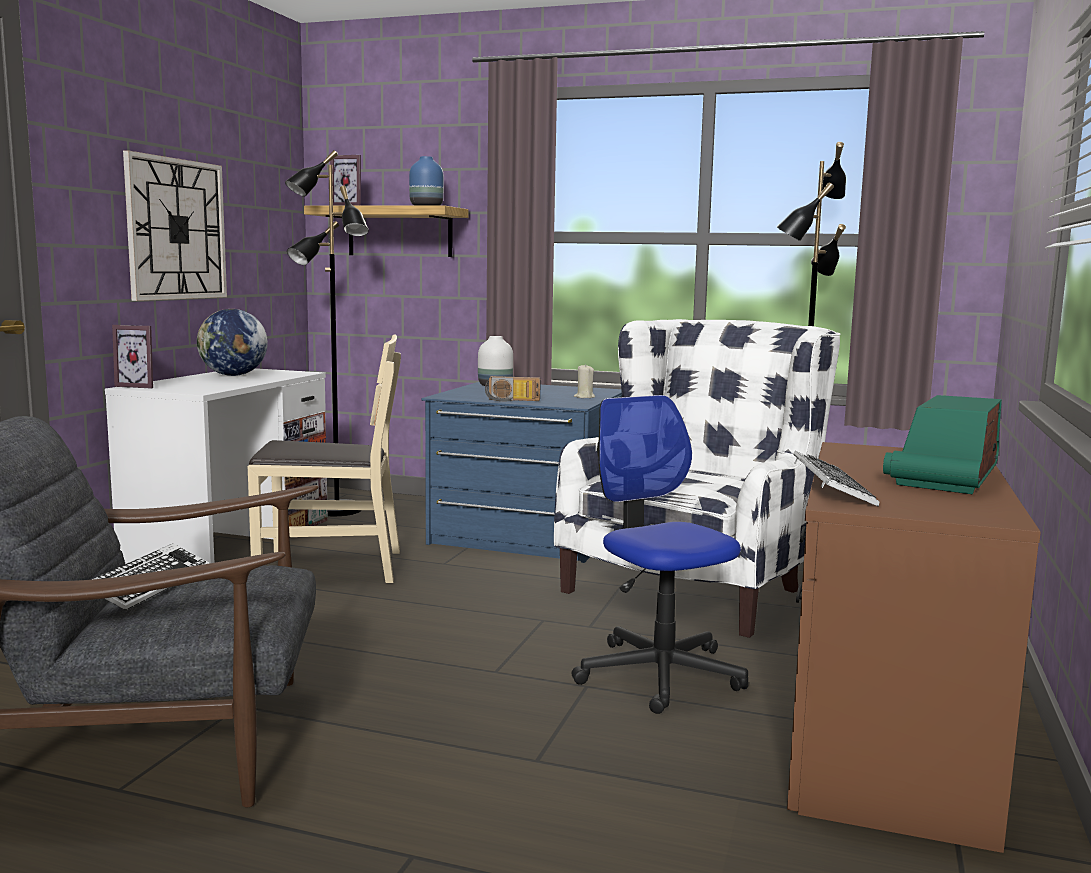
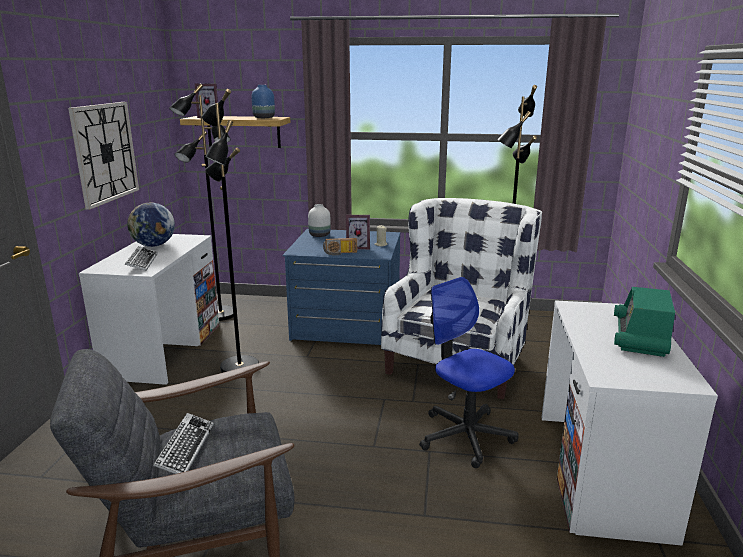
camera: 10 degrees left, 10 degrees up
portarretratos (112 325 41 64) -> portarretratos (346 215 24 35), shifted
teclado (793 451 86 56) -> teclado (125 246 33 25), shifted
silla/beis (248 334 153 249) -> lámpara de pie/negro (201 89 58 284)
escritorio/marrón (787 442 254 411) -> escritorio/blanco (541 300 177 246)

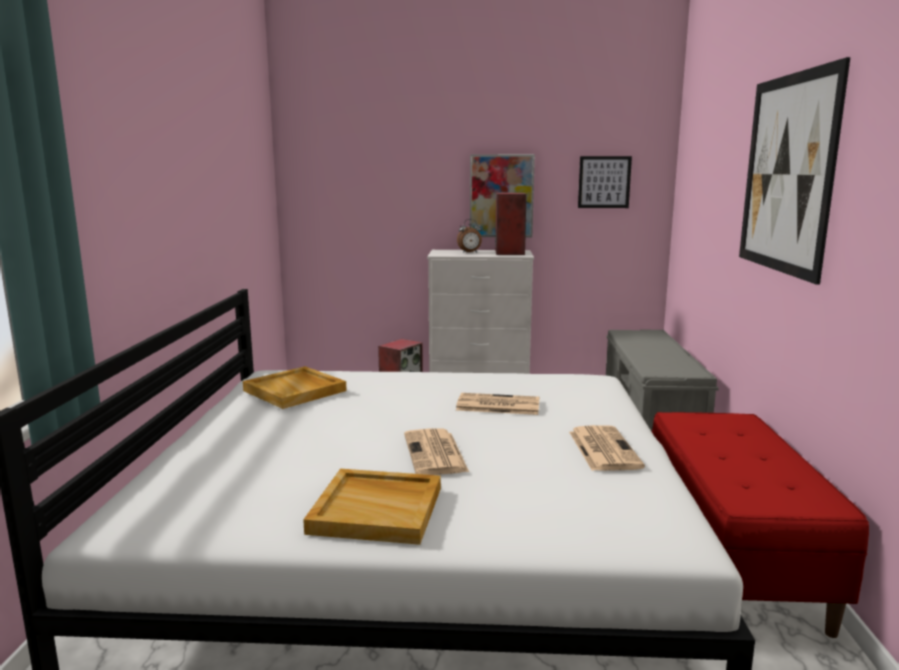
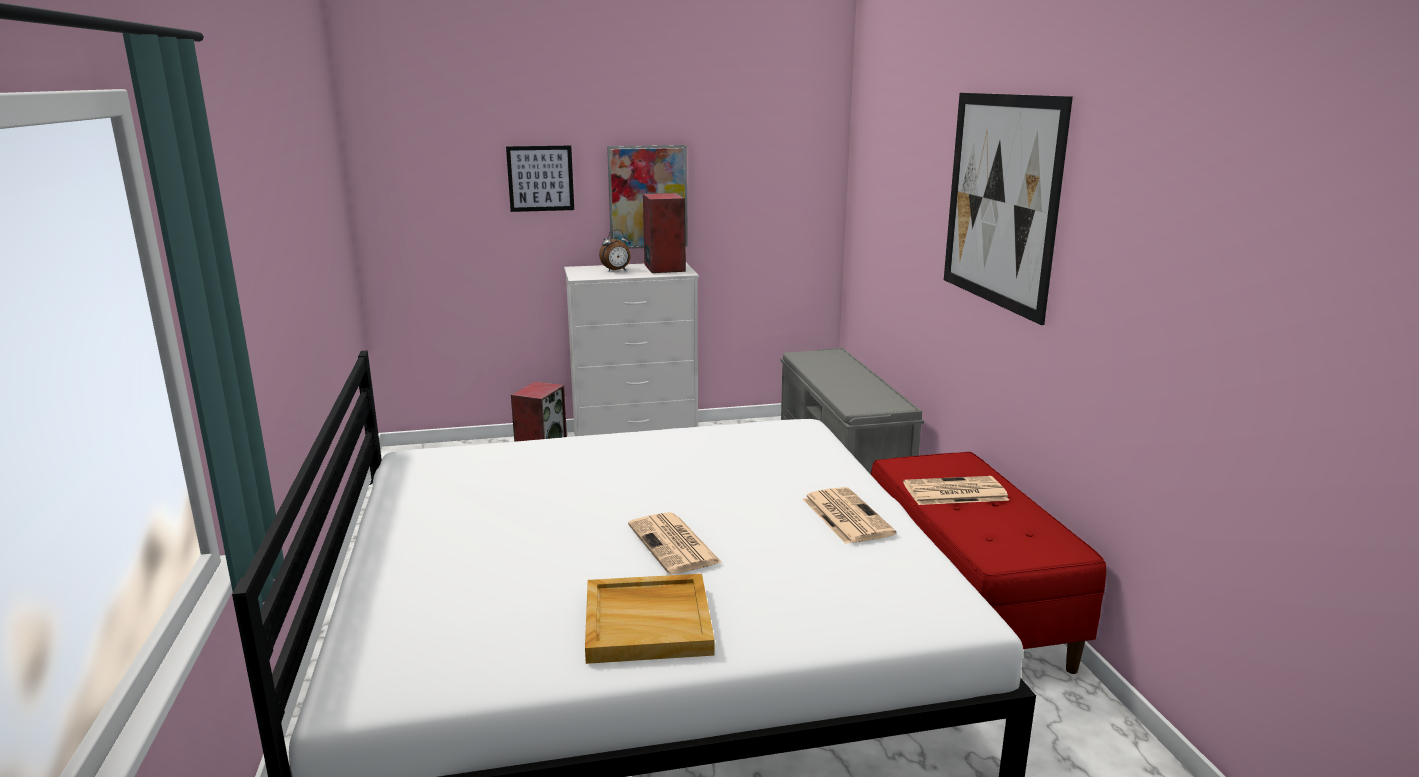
camera: 15 degrees left, 5 degrees up
bandeja/beis (243 366 104 43) -> none
periódico (456 393 83 22) -> periódico (903 476 107 29), shifted
cuadro (578 156 54 52) -> cuadro (506 146 68 66), shifted

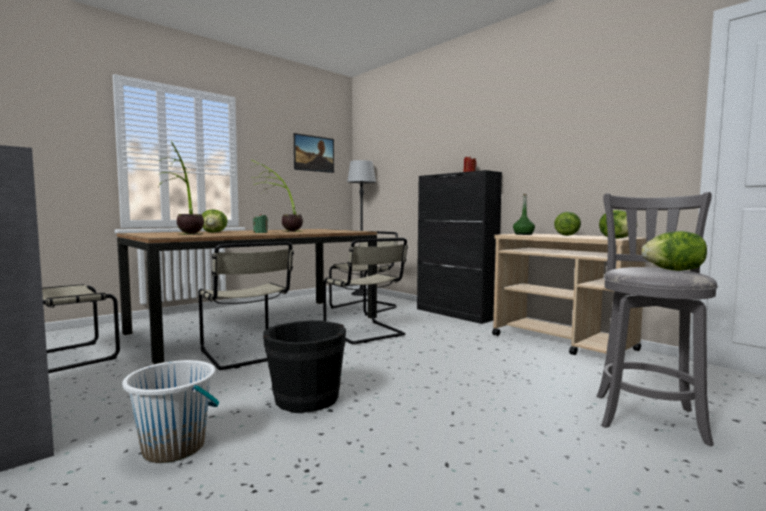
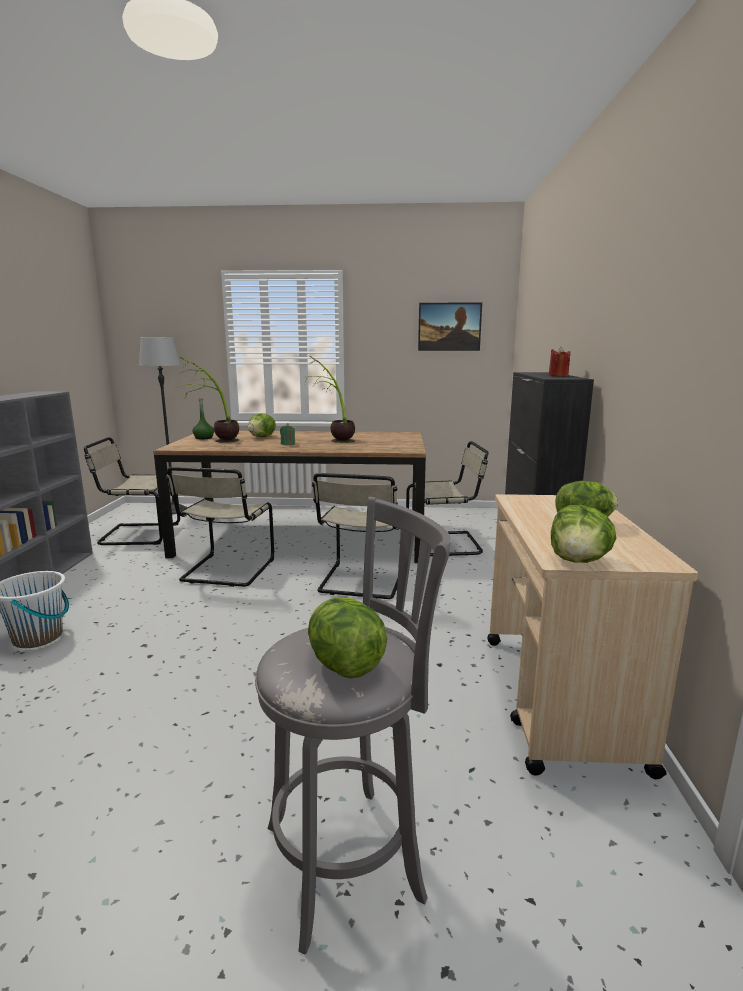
camera: 45 degrees right, 10 degrees up
cubo/negro (263 320 83 93) -> none
lámpara de pie (347 160 29 136) -> lámpara de pie (139 337 48 177), shifted
botella/verde (513 194 22 41) -> botella/verde (192 398 22 41), shifted

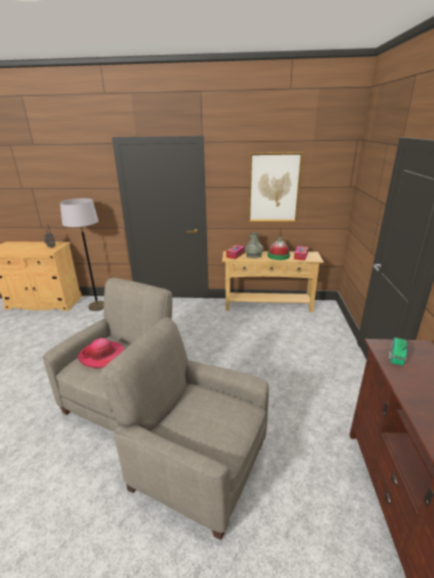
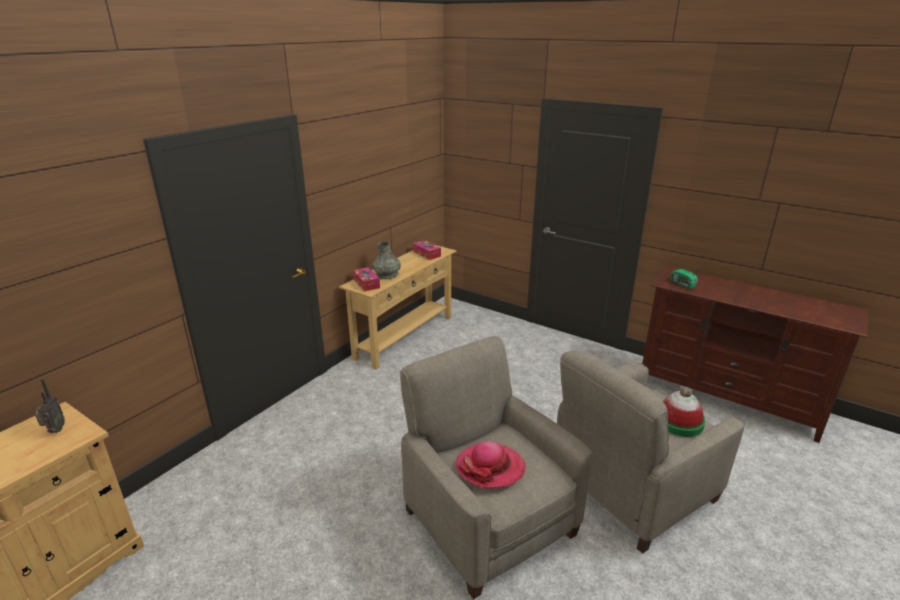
camera: 60 degrees left, 0 degrees up
lámpara de pie/gris (60 198 44 113) -> none
cuadro (248 152 55 70) -> none
sombrero (267 237 23 23) -> sombrero (663 387 42 50), shifted

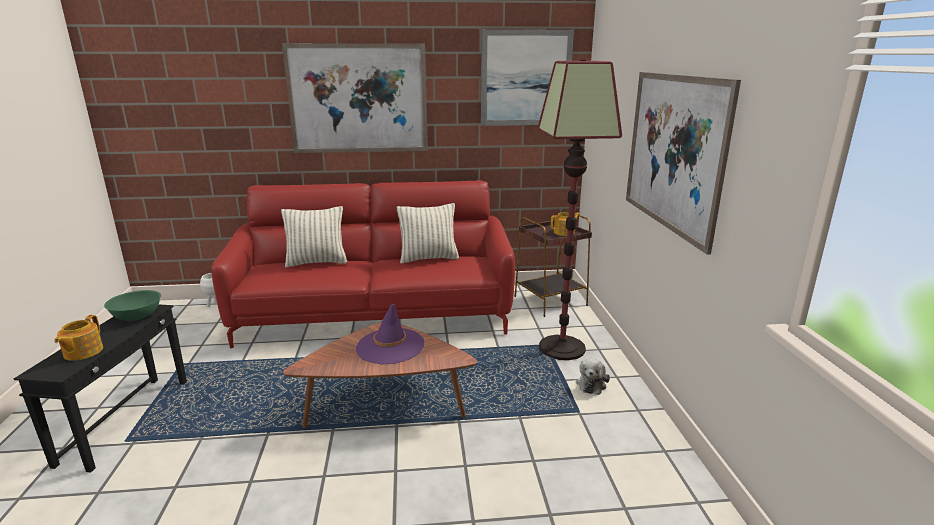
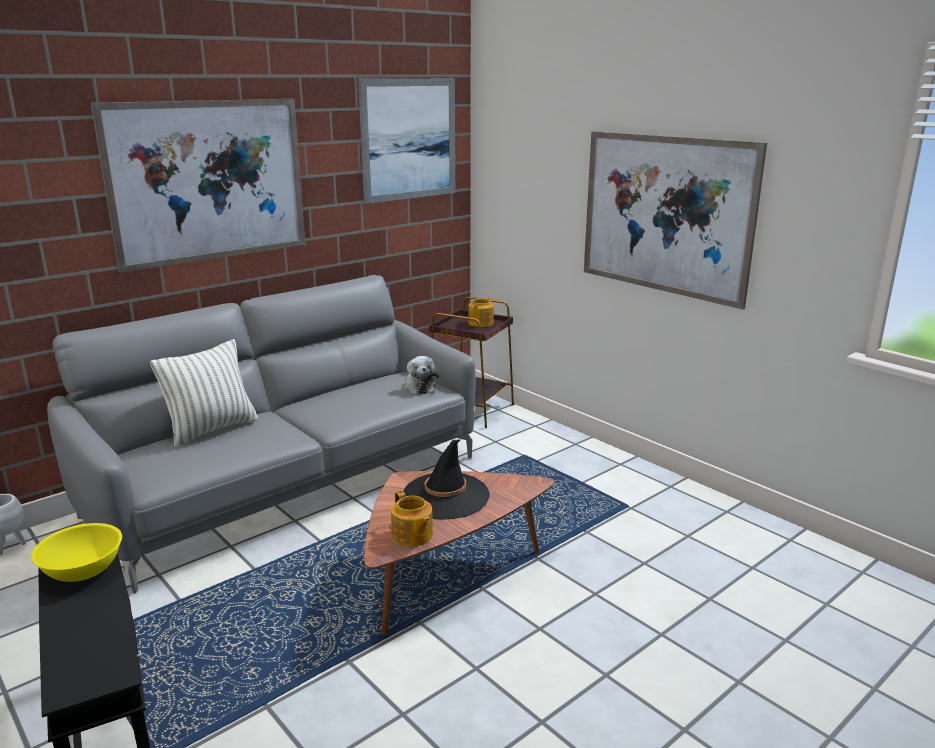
camera: 35 degrees left, 0 degrees up
cojín (397 203 62 60) -> none
lámpara de pie (538 60 84 300) -> none
tetera (54 315 49 46) -> tetera (391 490 42 57), shifted
peluche (576 359 34 36) -> peluche (403 356 36 39), shifted
cuenco/verde (104 290 57 31) -> cuenco/amarillo (31 523 91 59)
sofá/rojo (211 180 304 168) -> sofá/gris (47 275 428 318)
sombrero/morado (356 304 68 61) -> sombrero/negro (403 439 87 81)

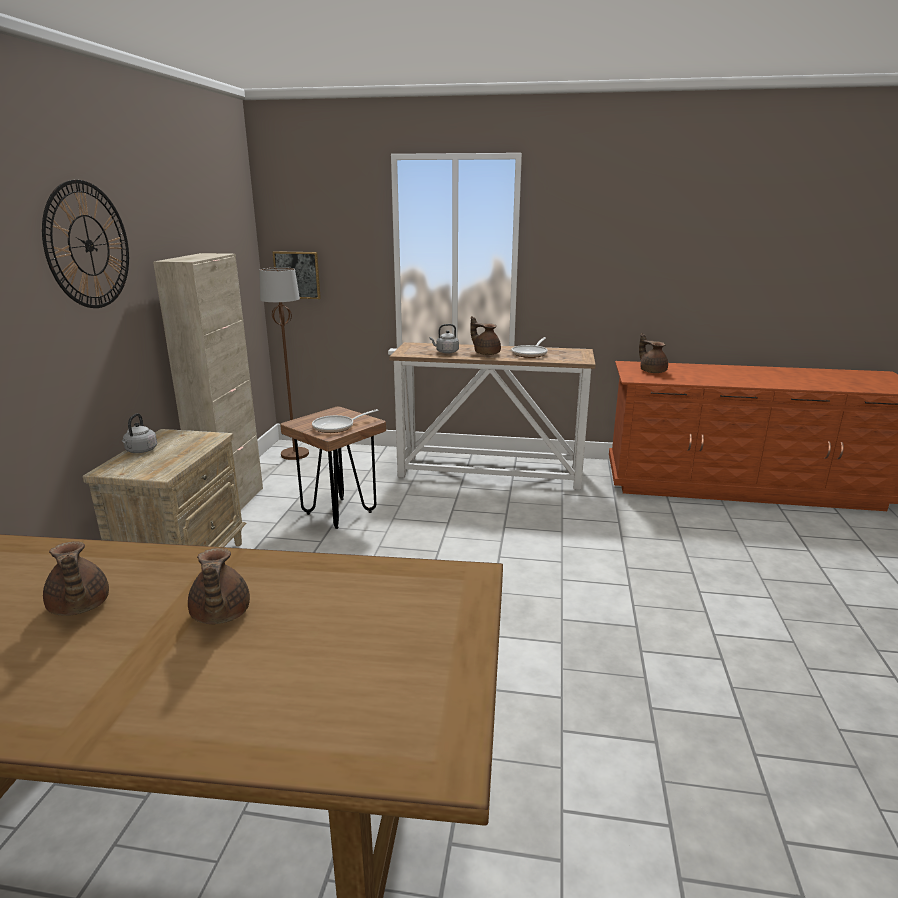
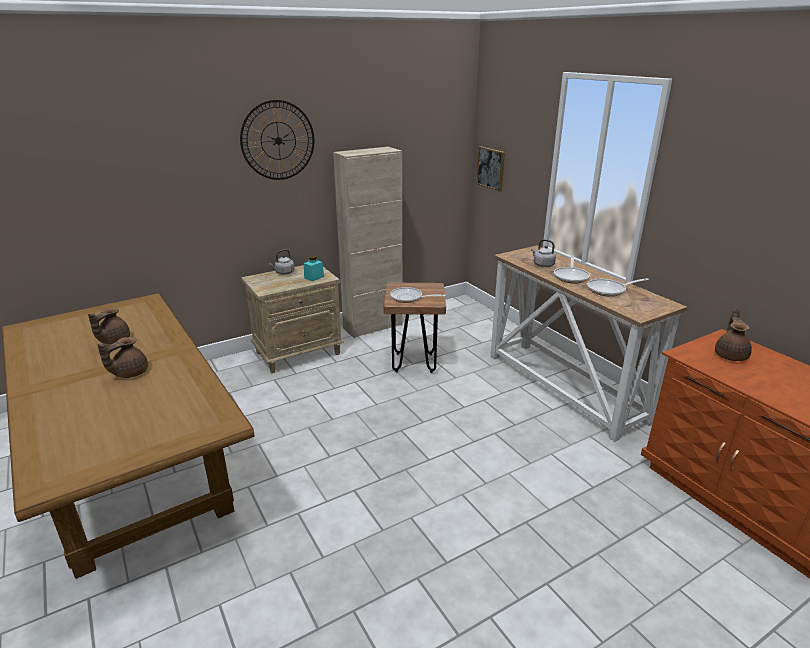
camera: 50 degrees right, 5 degrees up
lámpara de pie/marrón (259 267 50 193) -> none
none -> tarro/turquesa (304 256 20 26)
tetera/marrón (470 316 31 39) -> sartén (554 256 36 27)

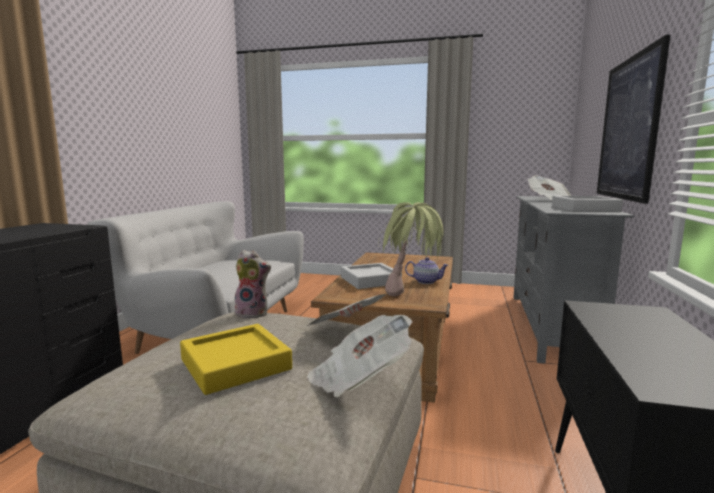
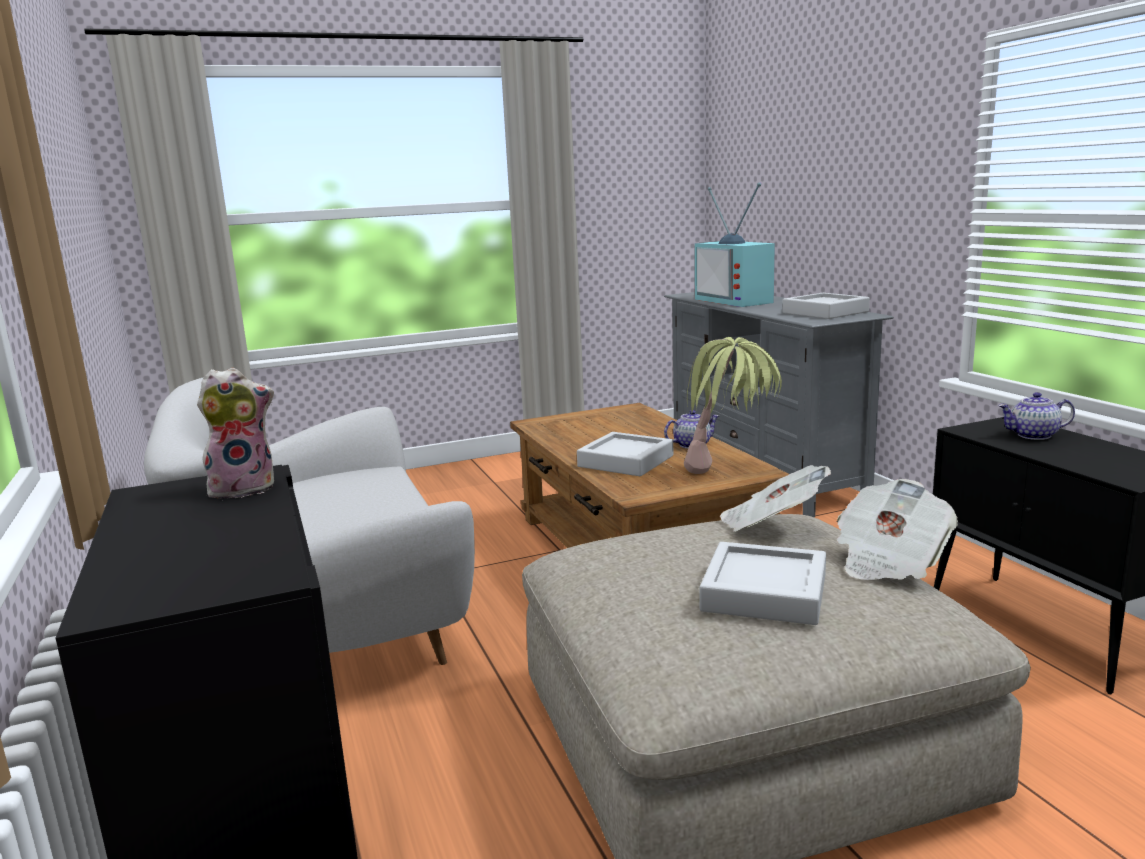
camera: 35 degrees left, 5 degrees up
cuadro (597 35 73 169) -> none
none -> tetera (998 392 77 48)
peluche (233 250 38 68) -> peluche (197 368 77 133), shifted
periódico (528 175 43 25) -> televisor (695 182 80 125)
bandeja/amarillo (180 324 112 71) -> bandeja/gris (699 542 127 83)

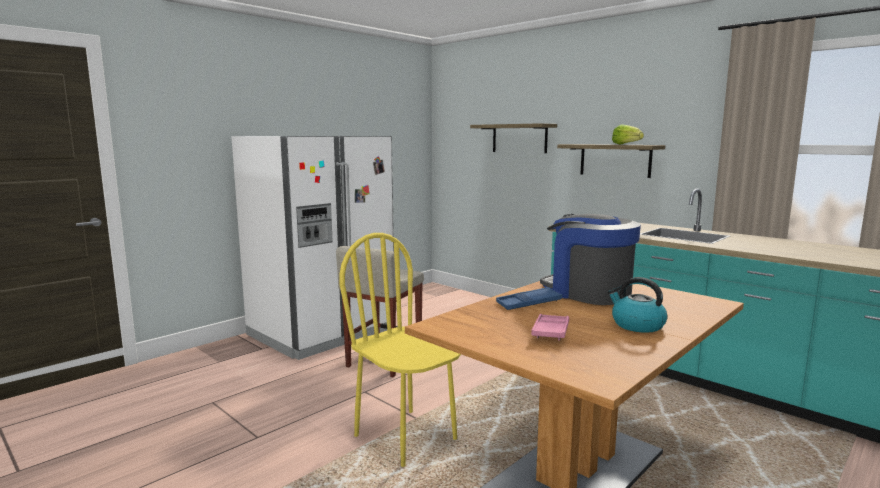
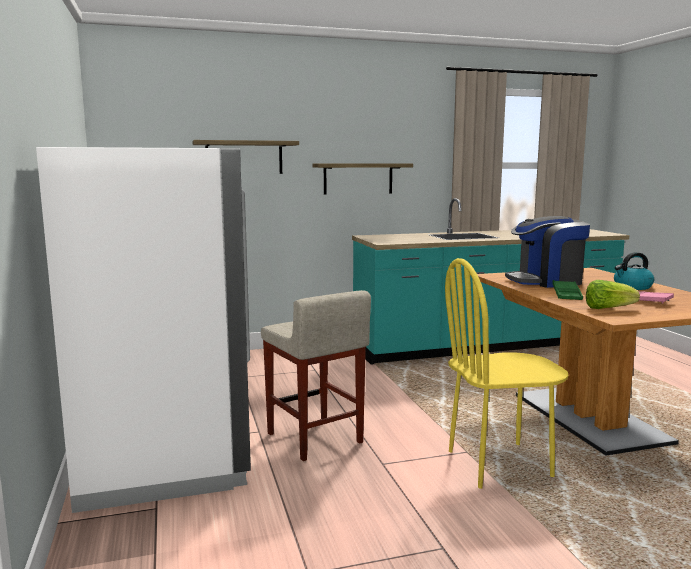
camera: 60 degrees left, 0 degrees up
lechuga (612 124 32 21) -> lechuga (586 280 54 29), shifted
bandeja/azul (496 287 66 23) -> bandeja/verde (552 280 31 20)

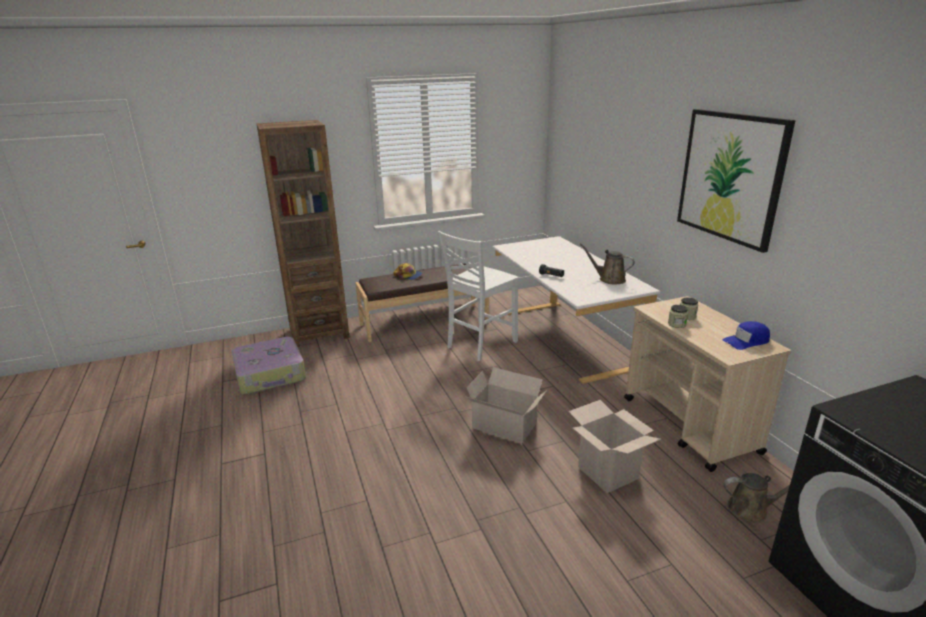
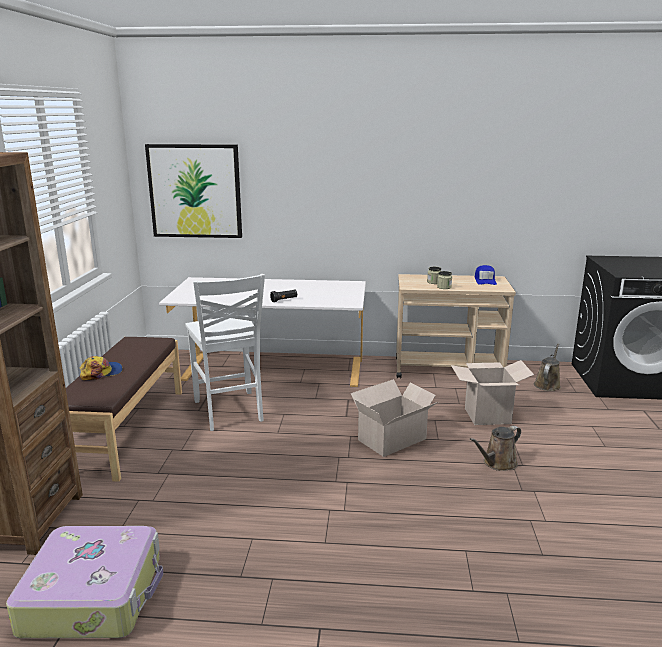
camera: 65 degrees left, 5 degrees down
regadera/marrón (579 243 56 42) -> regadera/marrón (470 426 51 45), shifted
cuadro (677 109 119 144) -> cuadro (145 144 97 94), shifted

